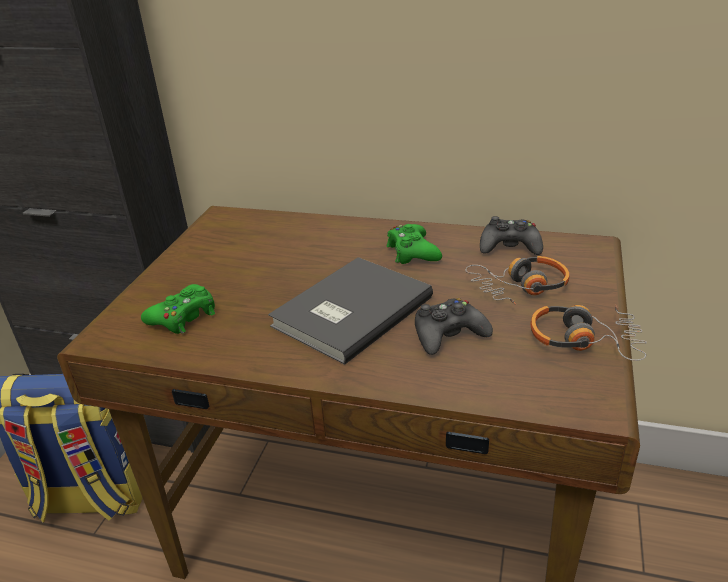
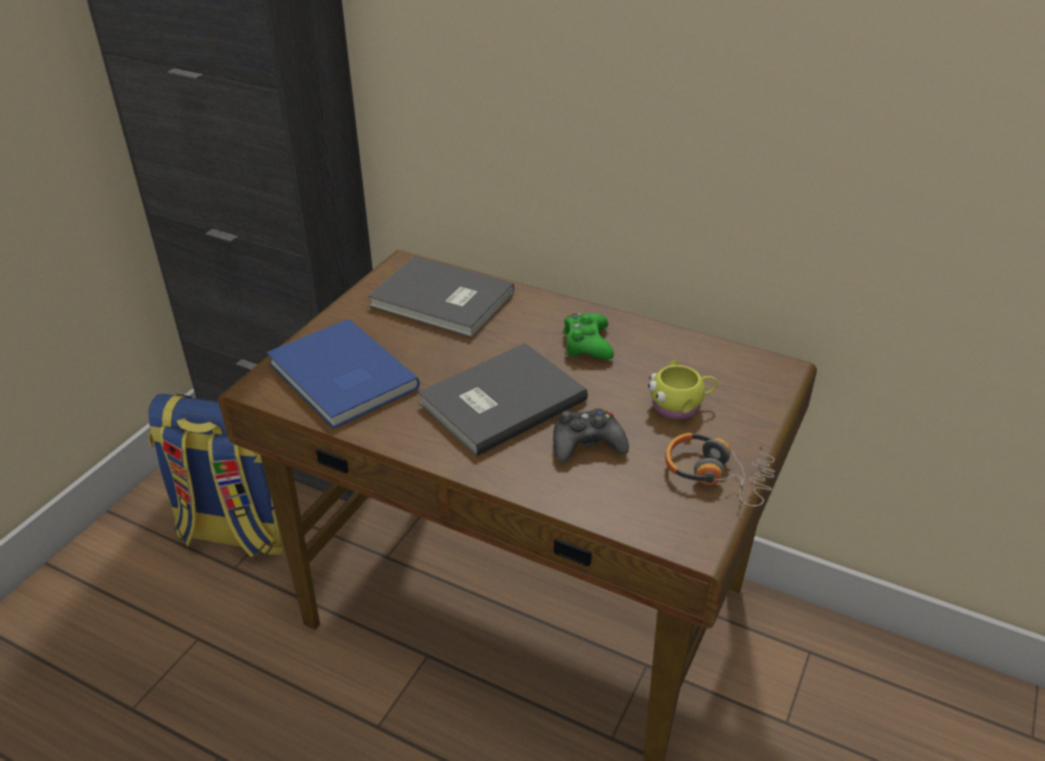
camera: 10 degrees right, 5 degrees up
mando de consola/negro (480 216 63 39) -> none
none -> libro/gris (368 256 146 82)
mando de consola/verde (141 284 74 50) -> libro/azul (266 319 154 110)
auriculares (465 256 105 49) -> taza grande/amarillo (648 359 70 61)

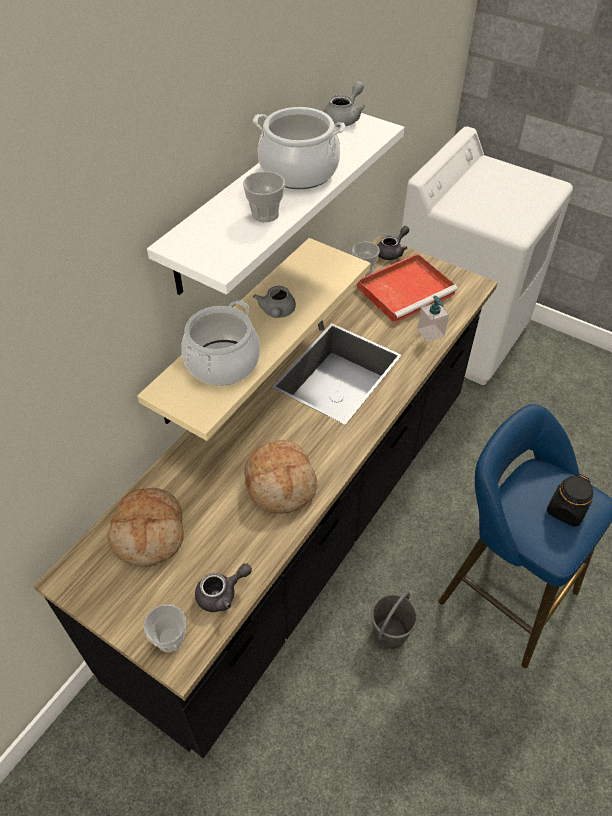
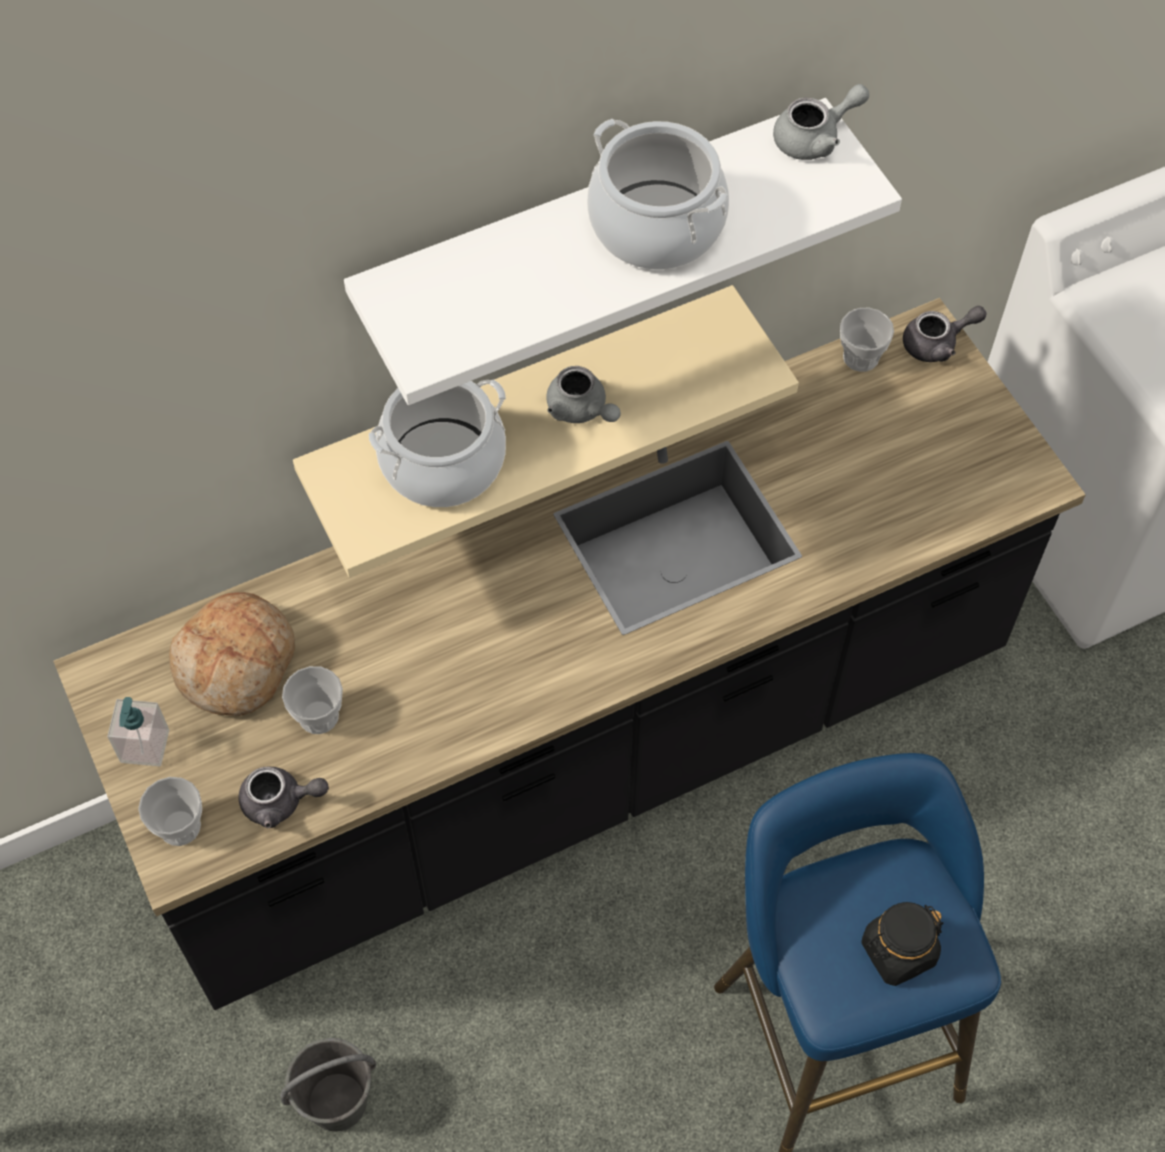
camera: 30 degrees right, 10 degrees up
pan (244 440 74 74) -> none
bandeja/rojo (357 253 101 70) -> none
taza (243 171 42 51) -> taza (282 666 61 68), shifted
cubo/gris (371 591 47 58) -> cubo/gris (280 1038 96 93), shifted
dispensador de jabón (417 296 32 46) -> dispensador de jabón (107 697 62 69), shifted
tetera/gris (253 286 43 32) -> tetera/gris (546 366 75 57), 75 degrees counterclockwise

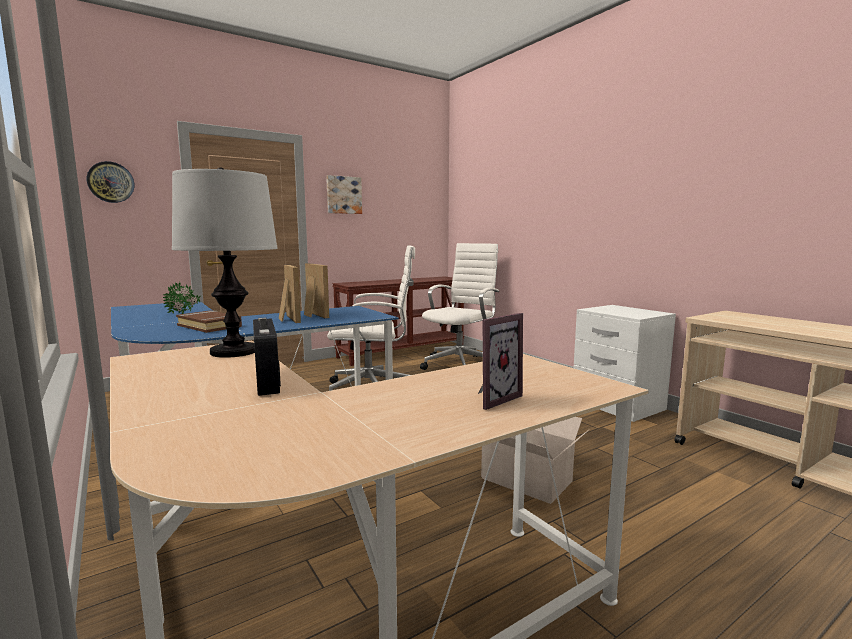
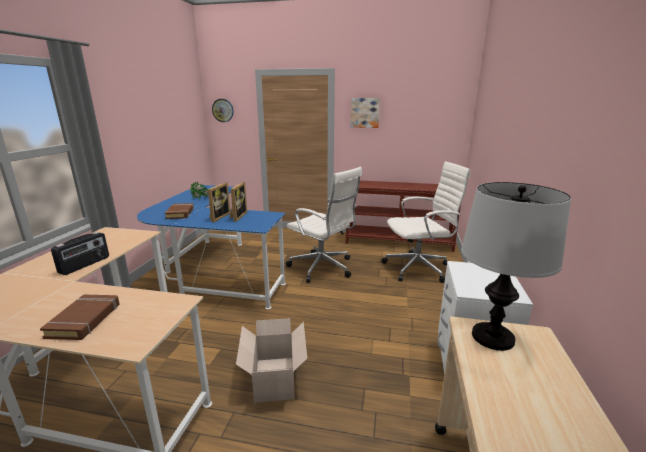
camera: 45 degrees right, 10 degrees up
lámpara de mesa (172 167 106 191) -> lámpara de mesa (461 182 110 169), shifted
portarretratos (478 313 45 97) -> libro/marrón (40 295 79 45)

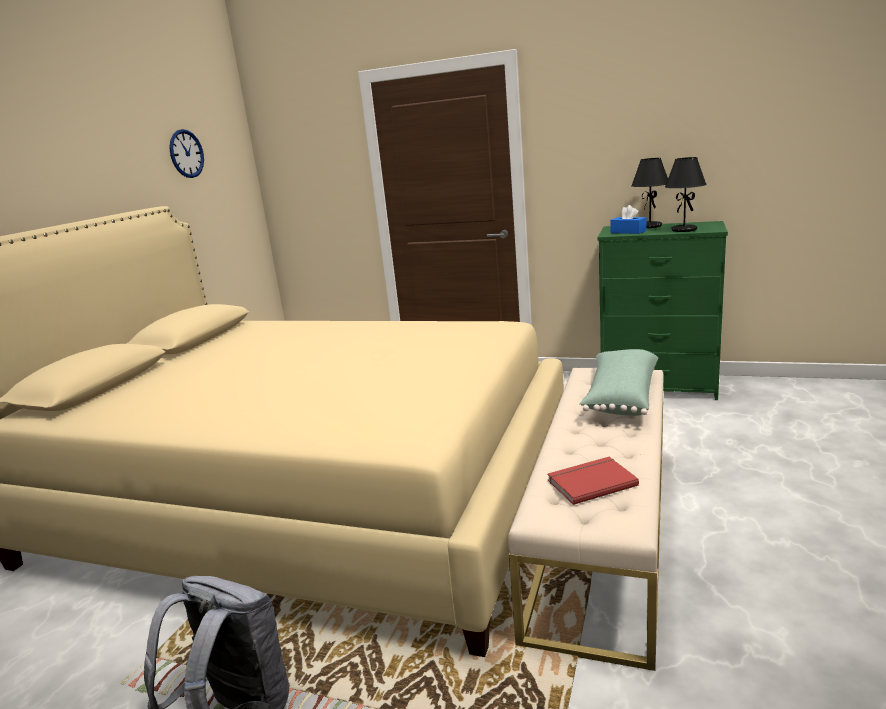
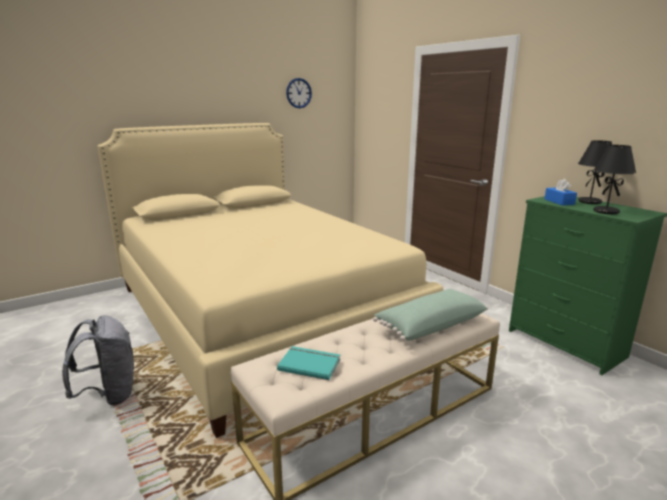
camera: 35 degrees right, 0 degrees up
libro/rojo (547 457 92 48) -> libro/turquesa (277 346 63 34)

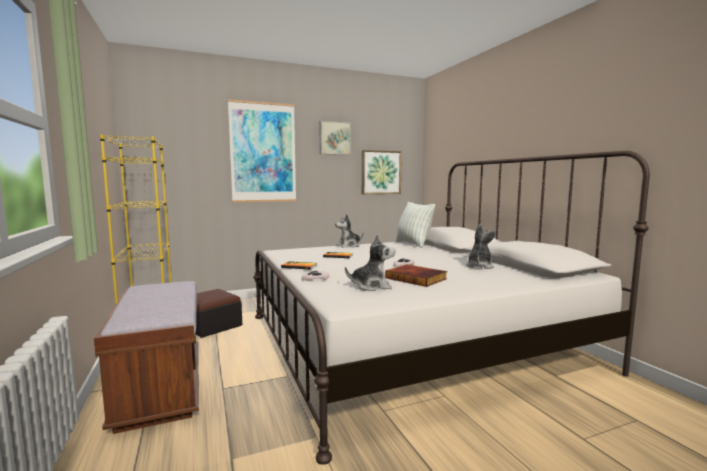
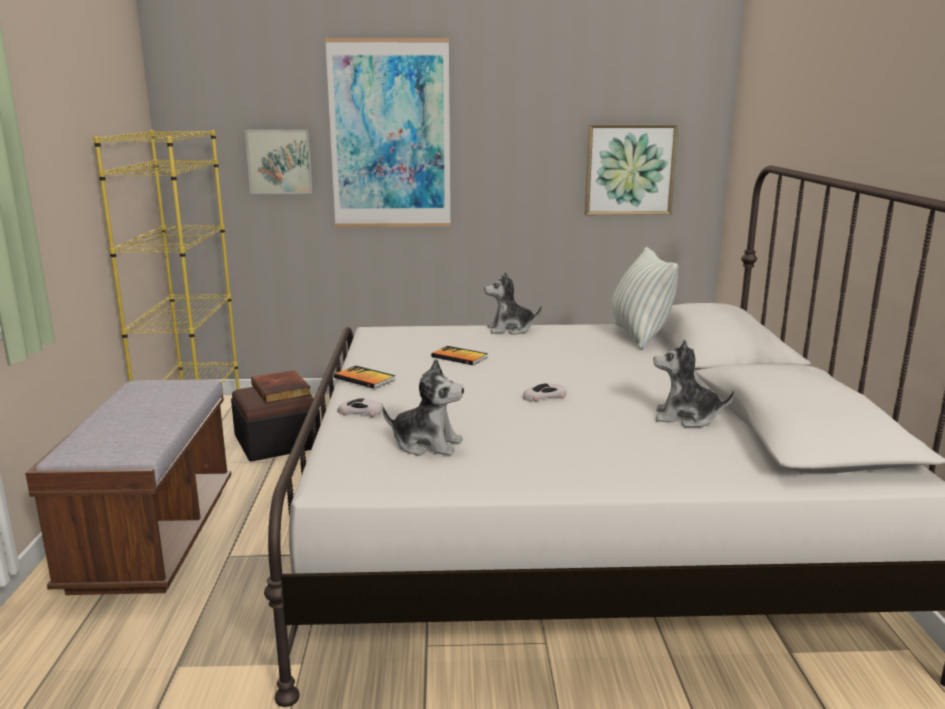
camera: 20 degrees right, 10 degrees up
cuadro (319 121 32 34) -> cuadro (245 130 68 64), shifted
libro (385 264 62 23) -> libro (251 370 61 33), shifted
peluche (466 224 30 45) -> peluche (653 340 82 88), 120 degrees counterclockwise

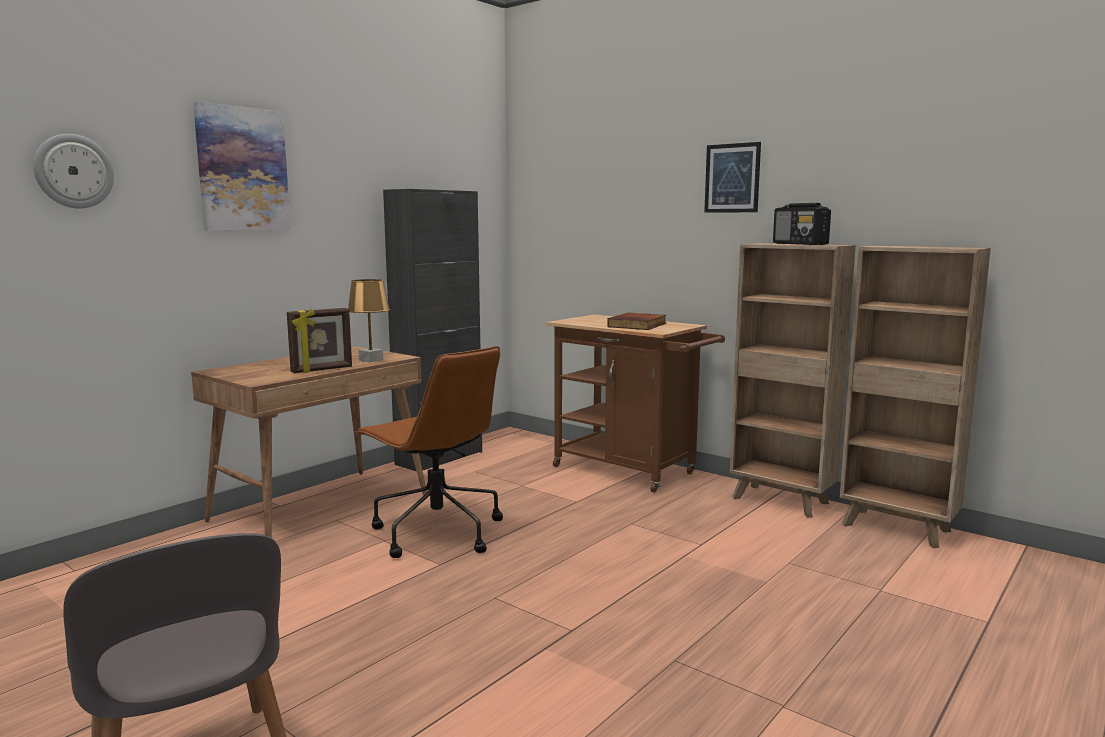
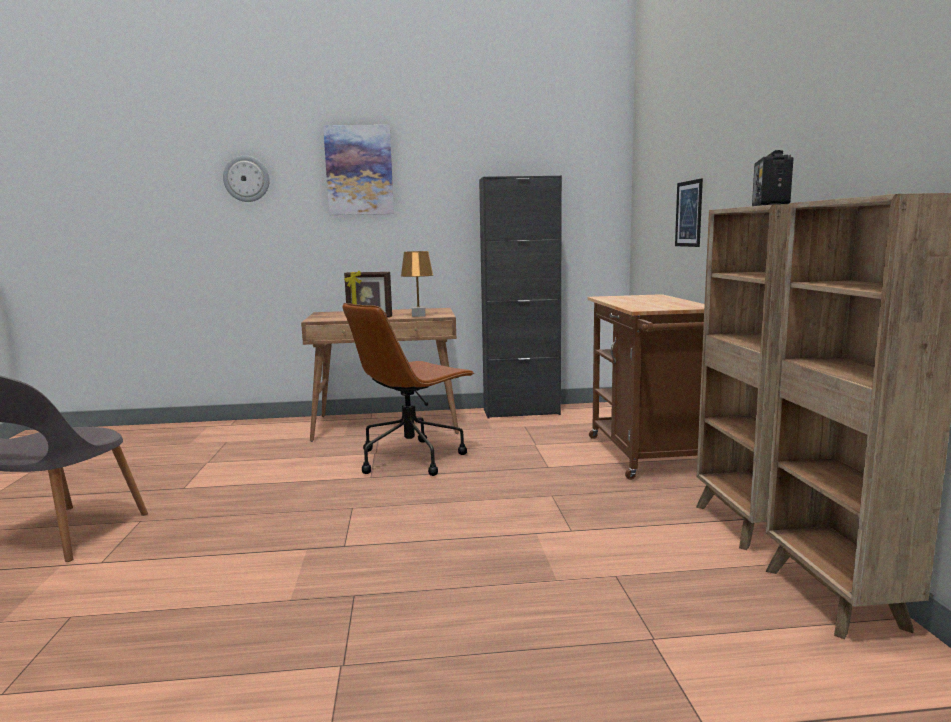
camera: 45 degrees right, 0 degrees up
libro (607 313 60 17) -> none
cuadro (704 142 57 71) -> cuadro (675 178 28 69), shifted
silla de oficina/marrón (355 346 148 212) -> silla de oficina/marrón (343 303 132 173), 45 degrees clockwise

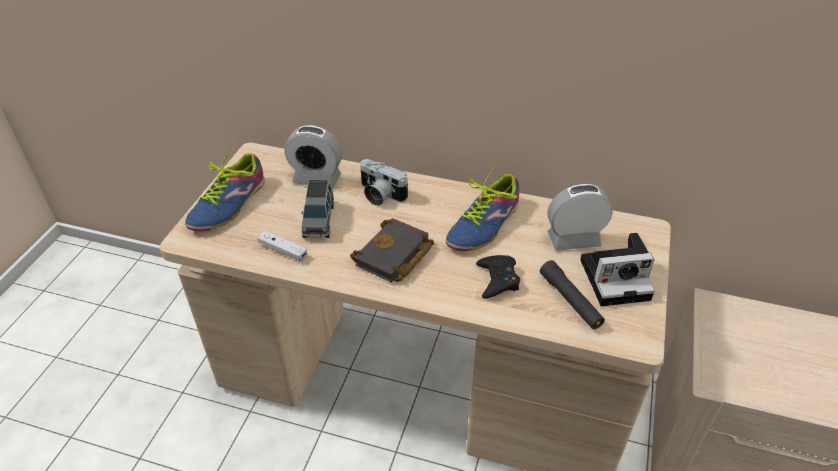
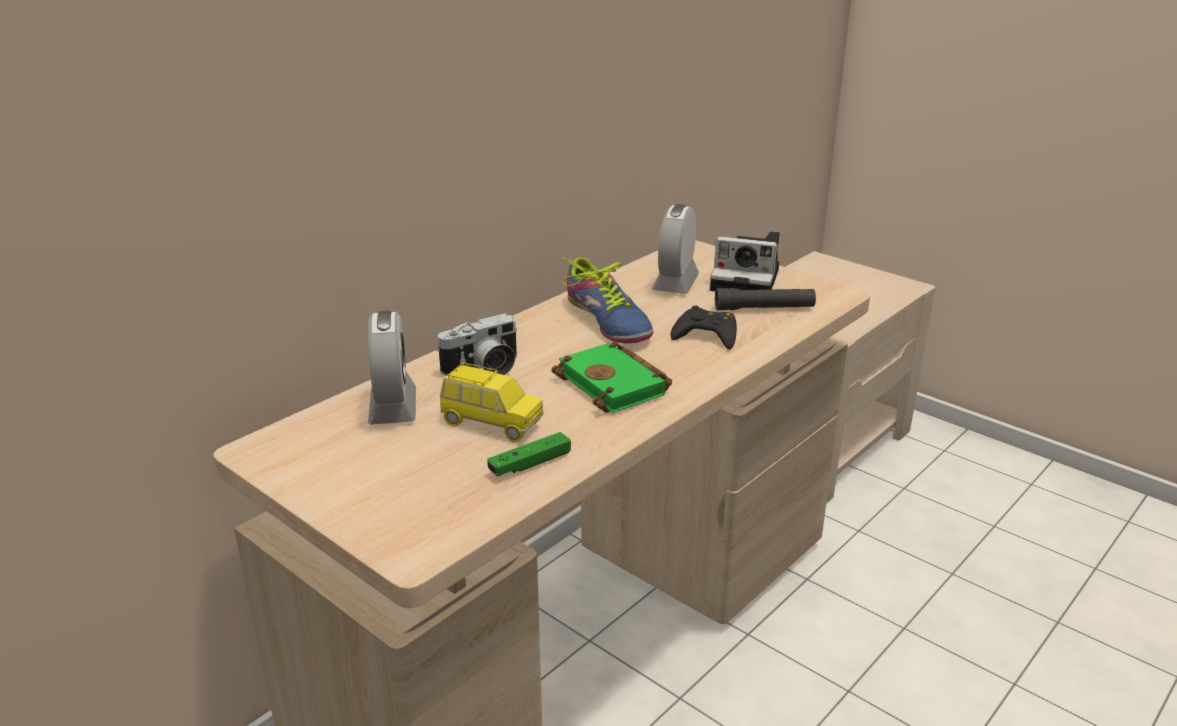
camera: 65 degrees left, 15 degrees down
zapato (185 148 80 83) -> none
mando de consola/blanco (257 231 50 31) -> mando de consola/verde (487 432 84 44)
coche de juguete/gris (301 180 33 58) -> coche de juguete/amarillo (440 362 104 80)
libro/negro (350 218 84 65) -> libro/verde (551 342 121 71)
despertador (285 125 57 63) -> despertador (368 311 48 114), 45 degrees counterclockwise
cámara (580 233 75 73) -> cámara (710 231 69 60), 90 degrees clockwise

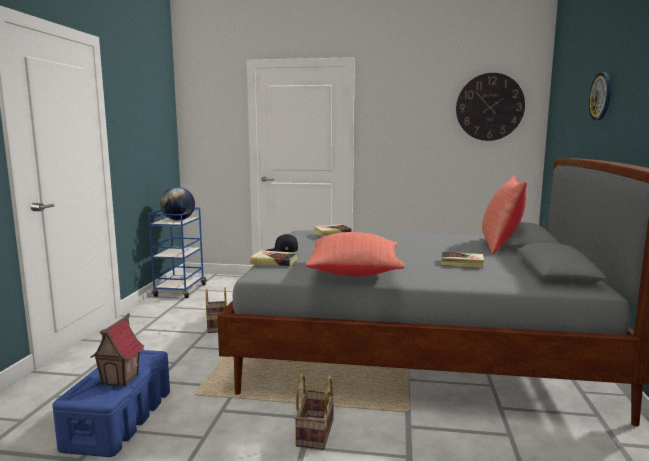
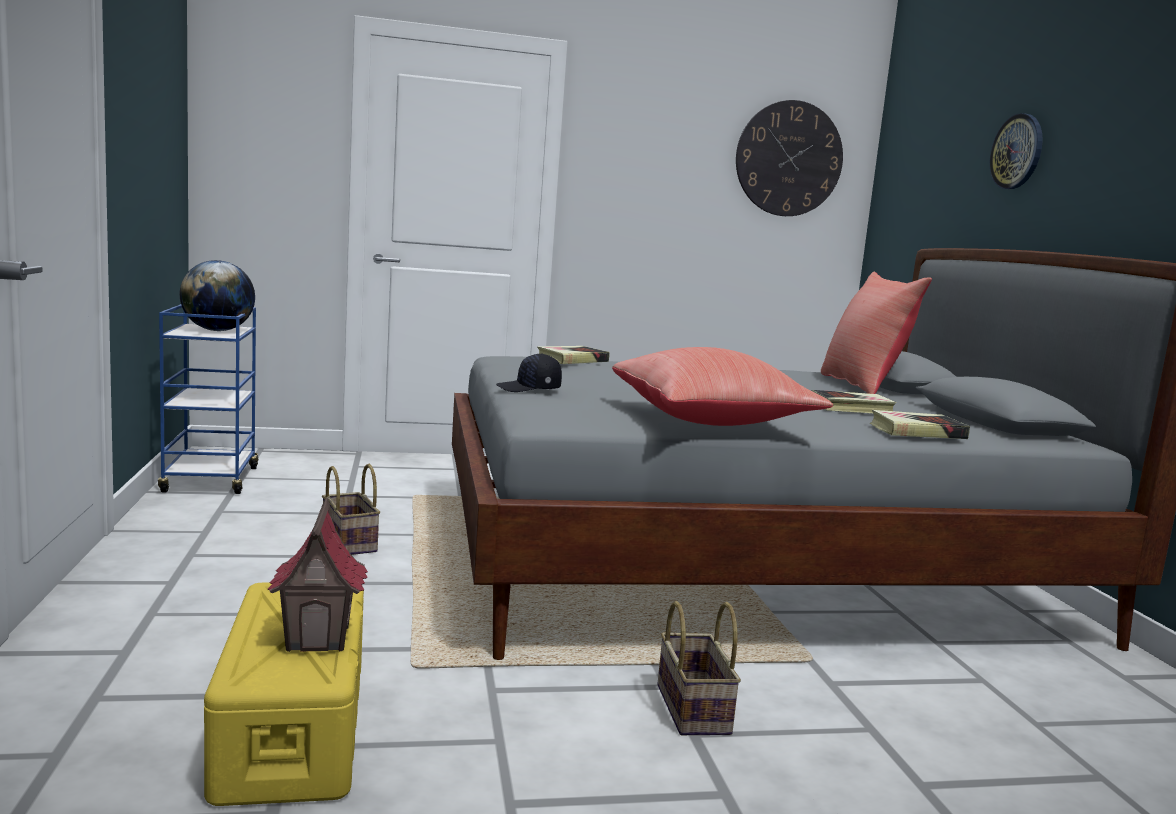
camera: 20 degrees left, 0 degrees up
libro (250 250 48 16) -> libro (870 410 100 29), shifted
caja de almacenaje/azul (52 350 118 107) -> caja de almacenaje/amarillo (204 583 160 223)

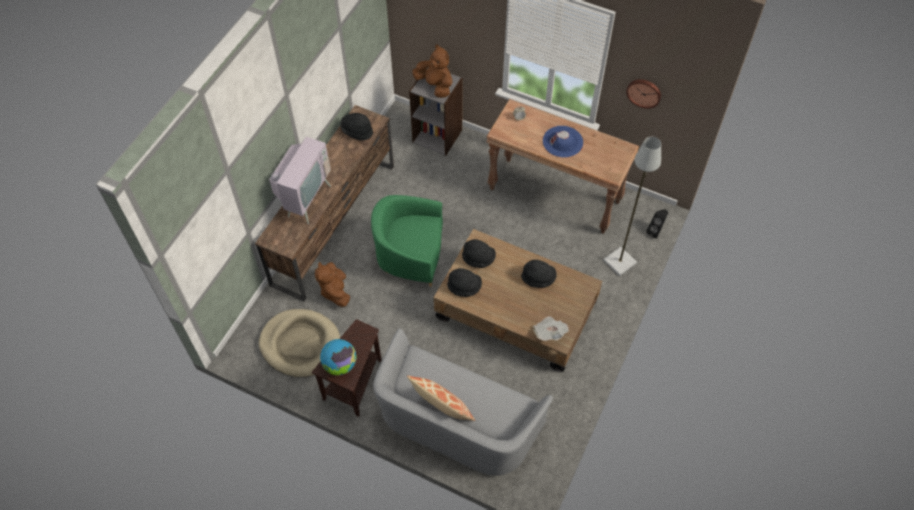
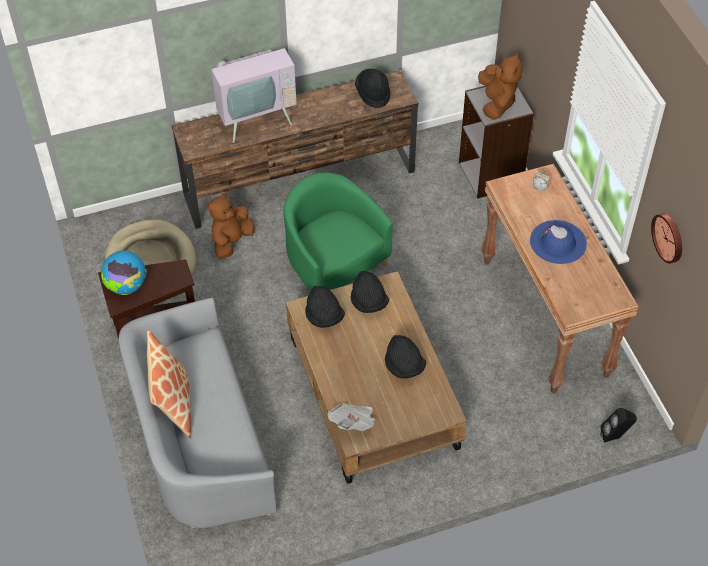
camera: 45 degrees right, 5 degrees down
lámpara de pie/gris (603 137 58 139) -> none

